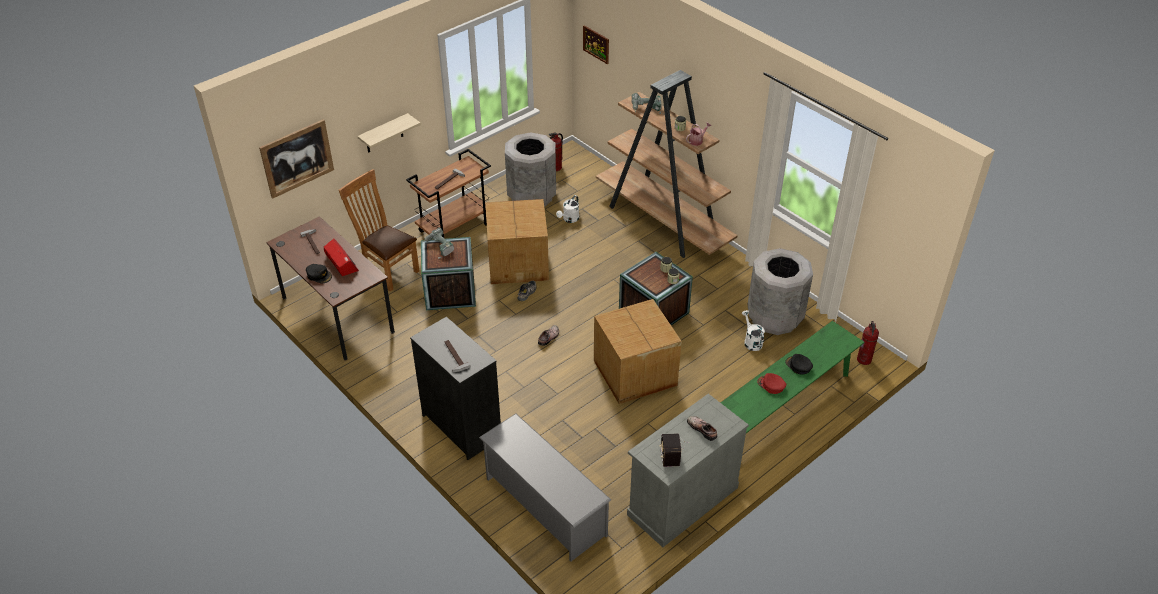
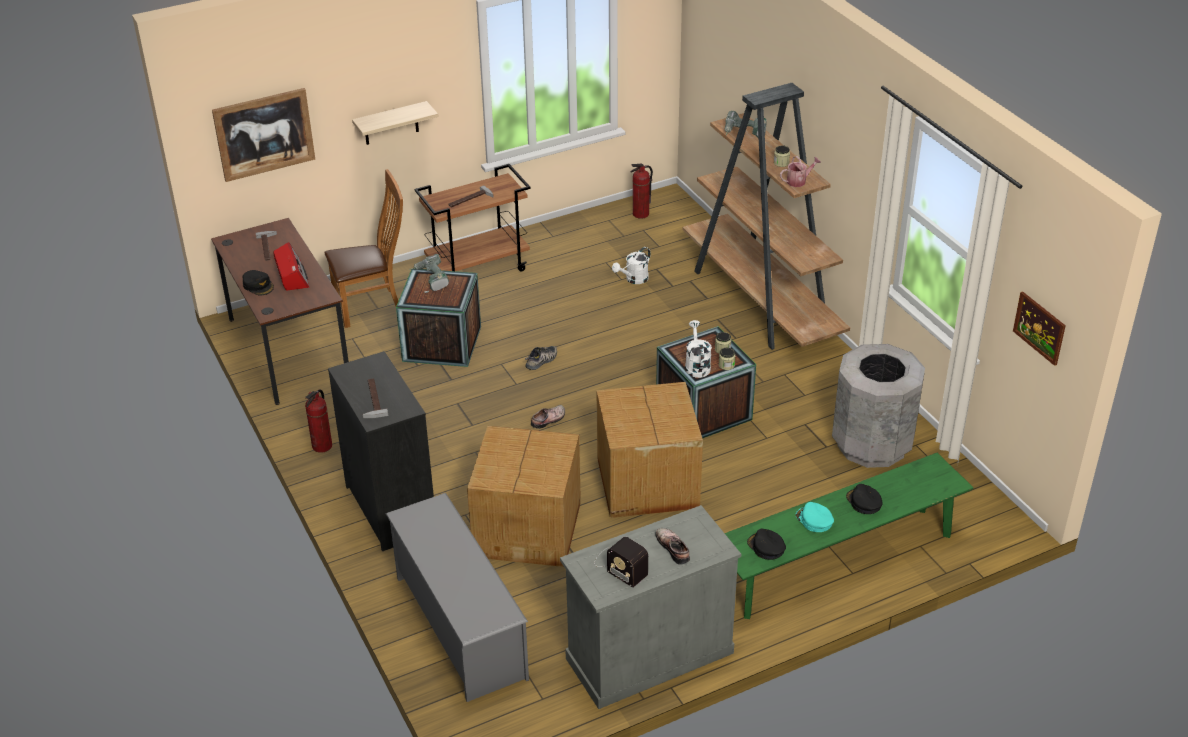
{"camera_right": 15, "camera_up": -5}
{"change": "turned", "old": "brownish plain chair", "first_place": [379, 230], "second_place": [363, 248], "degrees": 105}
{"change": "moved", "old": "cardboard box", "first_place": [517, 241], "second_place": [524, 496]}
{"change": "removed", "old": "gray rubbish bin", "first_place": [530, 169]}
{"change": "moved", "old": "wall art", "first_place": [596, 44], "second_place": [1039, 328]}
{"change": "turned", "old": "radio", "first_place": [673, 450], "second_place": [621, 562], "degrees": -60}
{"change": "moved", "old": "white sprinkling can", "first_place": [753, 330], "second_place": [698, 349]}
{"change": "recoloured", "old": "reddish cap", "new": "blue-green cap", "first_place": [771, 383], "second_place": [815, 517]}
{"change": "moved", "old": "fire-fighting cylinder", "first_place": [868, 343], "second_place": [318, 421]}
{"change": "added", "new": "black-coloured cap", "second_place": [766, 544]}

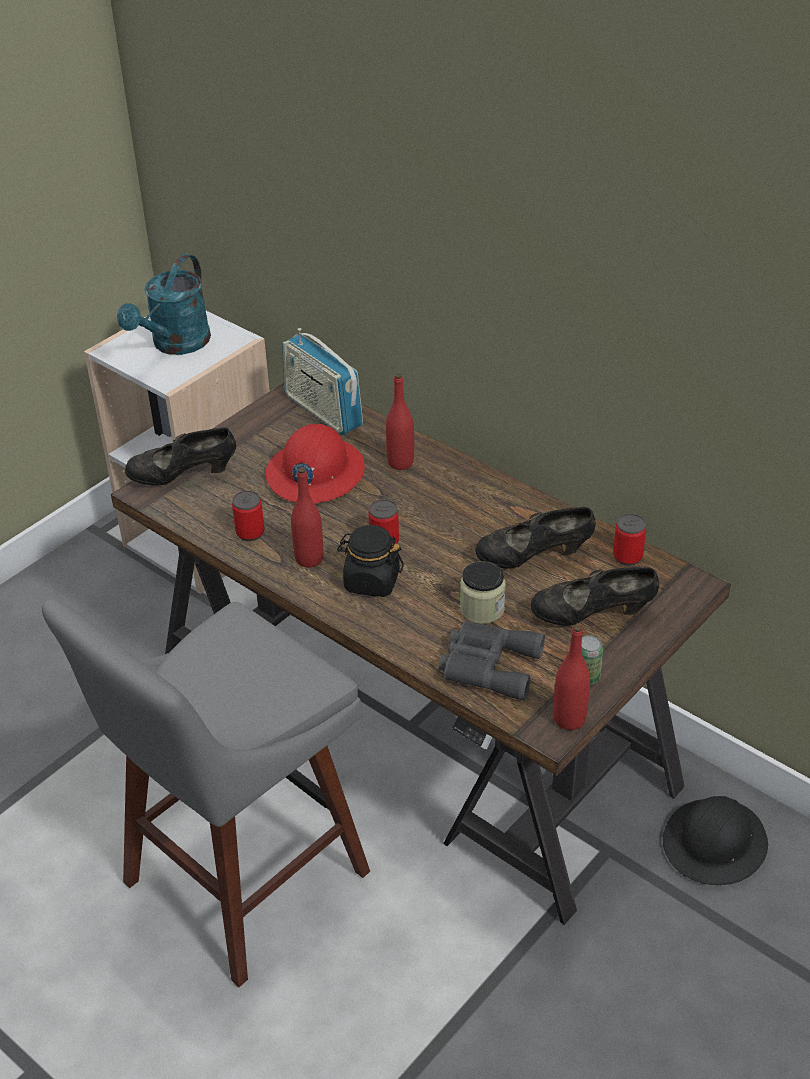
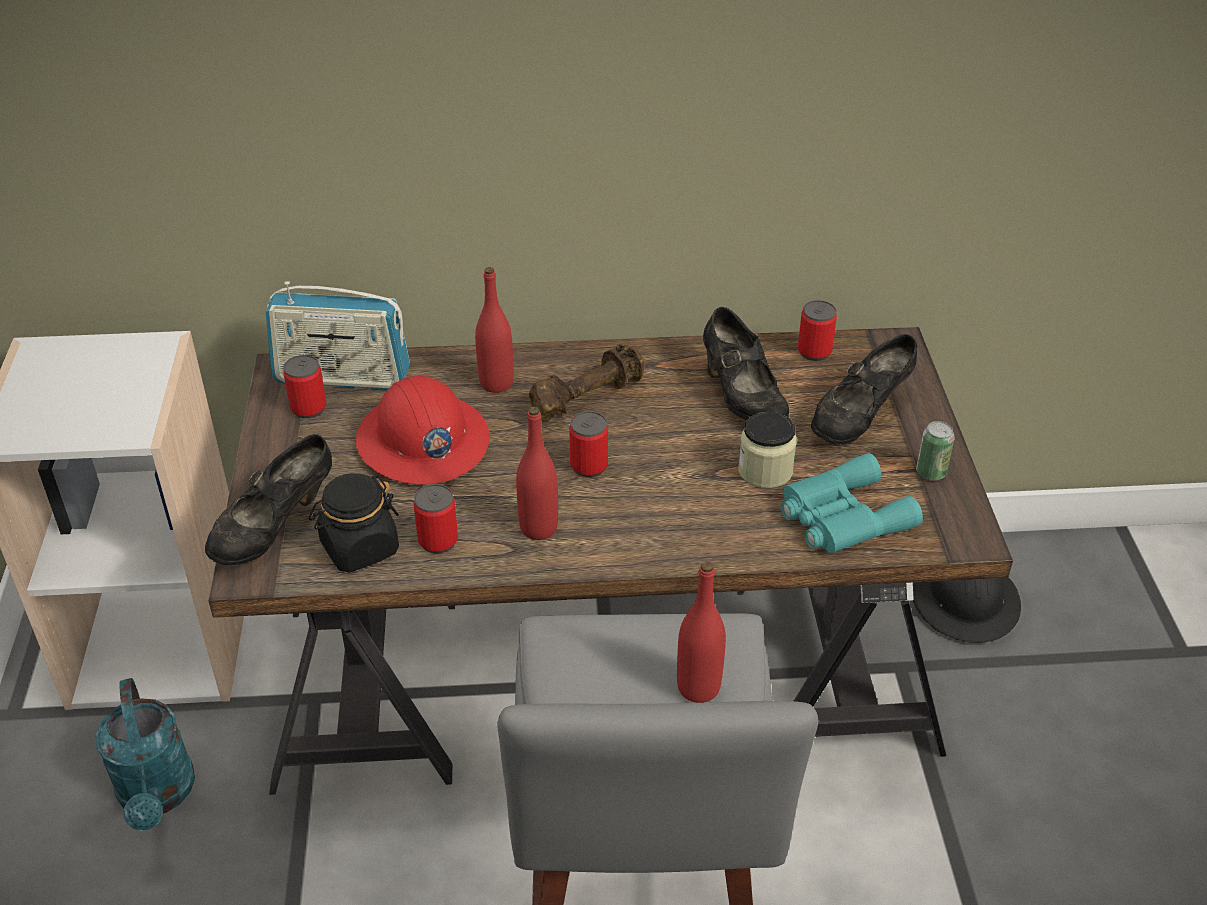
{"camera_right": -45, "camera_up": 0}
{"change": "moved", "old": "blue-green sprinkling can", "first_place": [164, 304], "second_place": [145, 754]}
{"change": "moved", "old": "black-coloured storage jar", "first_place": [370, 561], "second_place": [354, 522]}
{"change": "recoloured", "old": "gray field glasses", "new": "blue-green field glasses", "first_place": [492, 661], "second_place": [852, 503]}
{"change": "turned", "old": "black-coloured item of footwear", "first_place": [535, 537], "second_place": [746, 363], "degrees": -60}
{"change": "moved", "old": "reddish bottle", "first_place": [571, 677], "second_place": [701, 632]}
{"change": "added", "new": "can", "second_place": [304, 386]}
{"change": "added", "new": "brownish hand weight", "second_place": [586, 382]}

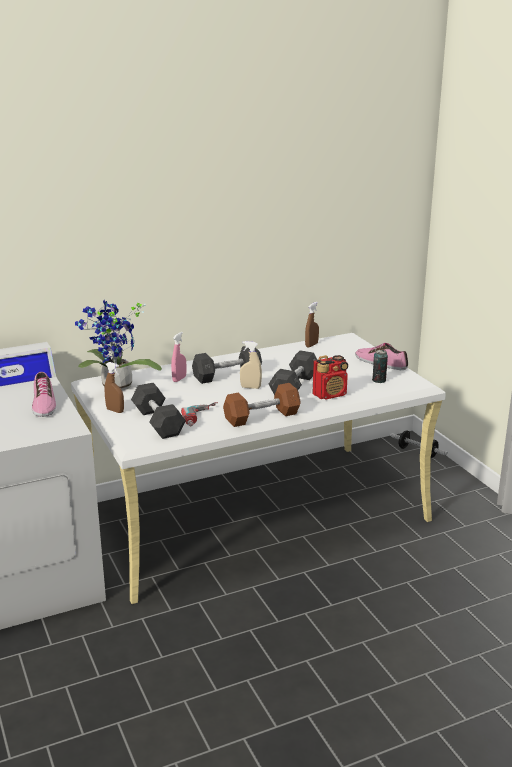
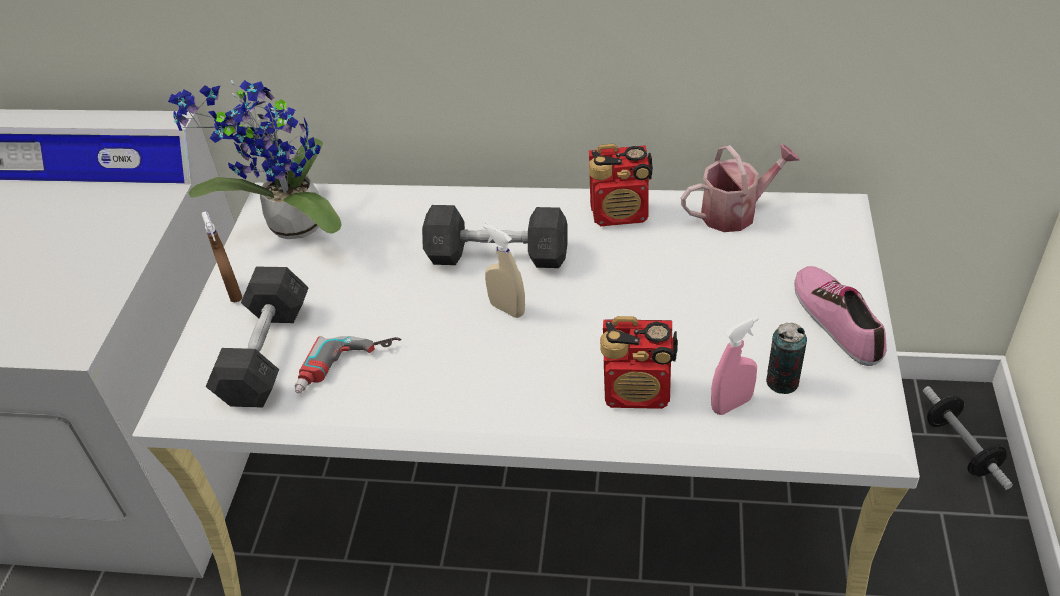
{"camera_right": 35, "camera_up": 20}
{"change": "removed", "old": "item of footwear", "first_place": [44, 394]}
{"change": "moved", "old": "pink spray bottle", "first_place": [178, 357], "second_place": [734, 365]}
{"change": "removed", "old": "brownish hand weight", "first_place": [262, 405]}
{"change": "removed", "old": "gray hand weight", "first_place": [293, 372]}
{"change": "replaced", "old": "brownish spray bottle", "new": "sprinkling can", "first_place": [312, 325], "second_place": [740, 188]}
{"change": "added", "new": "radio", "second_place": [621, 185]}

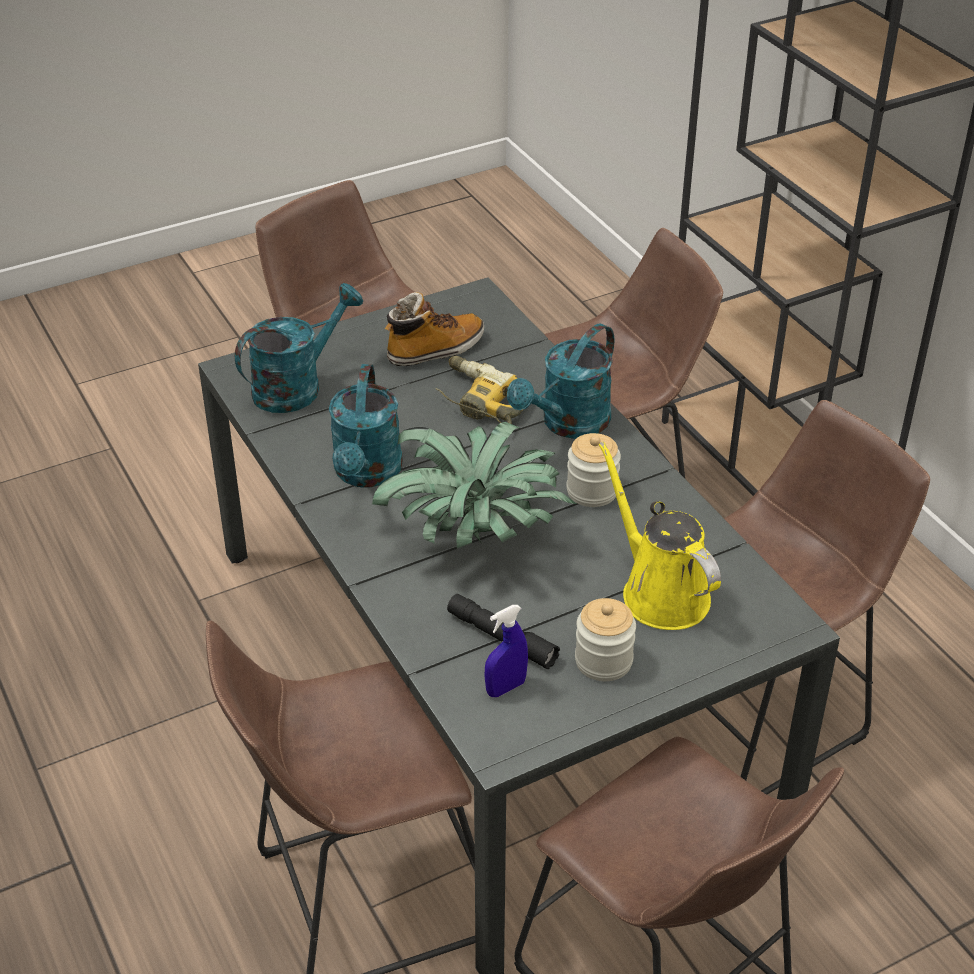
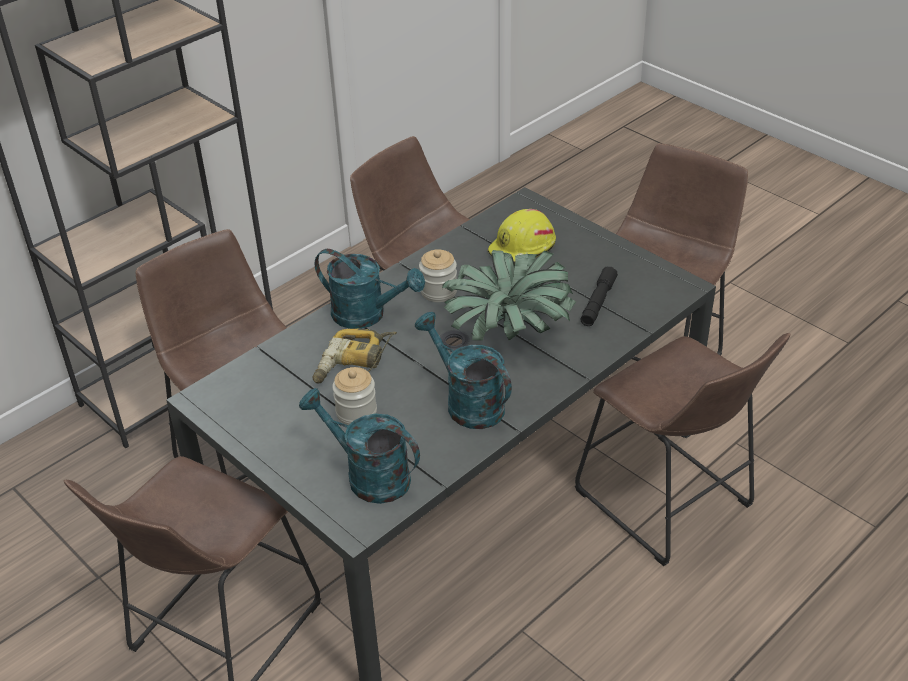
{"camera_right": -105, "camera_up": 0}
{"change": "turned", "old": "blue-green sprinkling can", "first_place": [366, 426], "second_place": [463, 370], "degrees": -120}
{"change": "removed", "old": "high-top boot", "first_place": [434, 329]}
{"change": "removed", "old": "blue-coloured spray bottle", "first_place": [506, 651]}
{"change": "moved", "old": "storage jar", "first_place": [605, 639], "second_place": [354, 396]}
{"change": "replaced", "old": "yellow-coloured sprinkling can", "new": "yellow-coloured hard hat", "first_place": [660, 536], "second_place": [521, 236]}

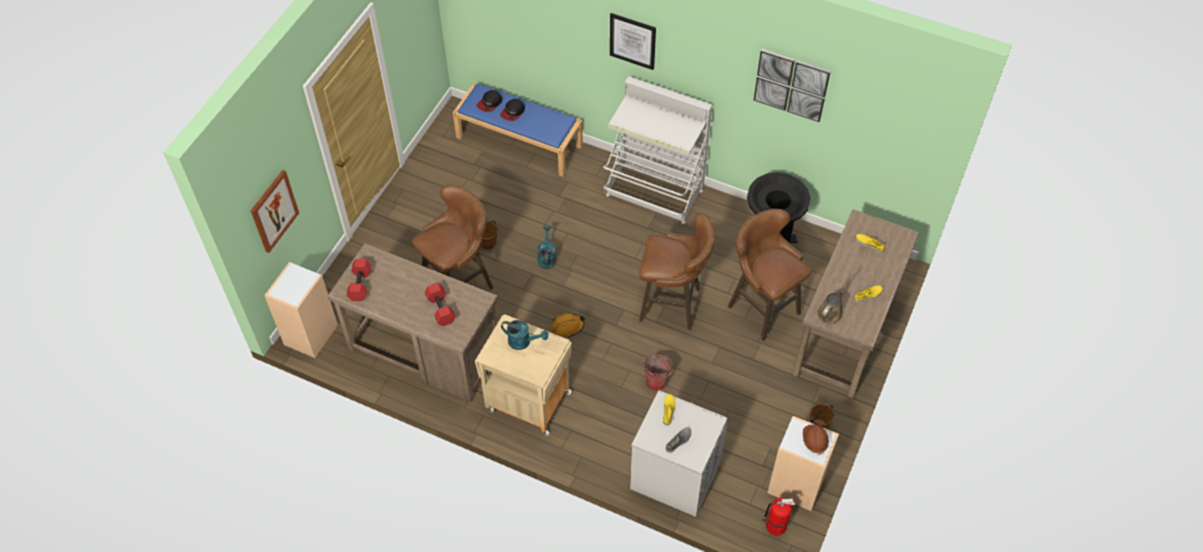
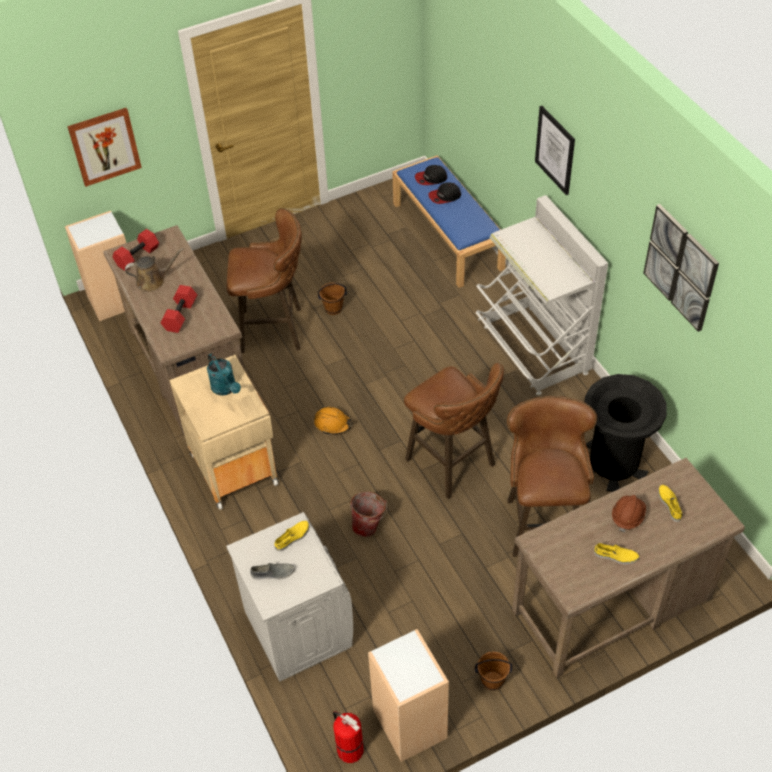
{"camera_right": 40, "camera_up": -5}
{"change": "removed", "old": "blue-green sprinkling can", "first_place": [546, 247]}
{"change": "moved", "old": "brownish hard hat", "first_place": [816, 439], "second_place": [629, 513]}
{"change": "moved", "old": "brownish sprinkling can", "first_place": [835, 298], "second_place": [154, 270]}

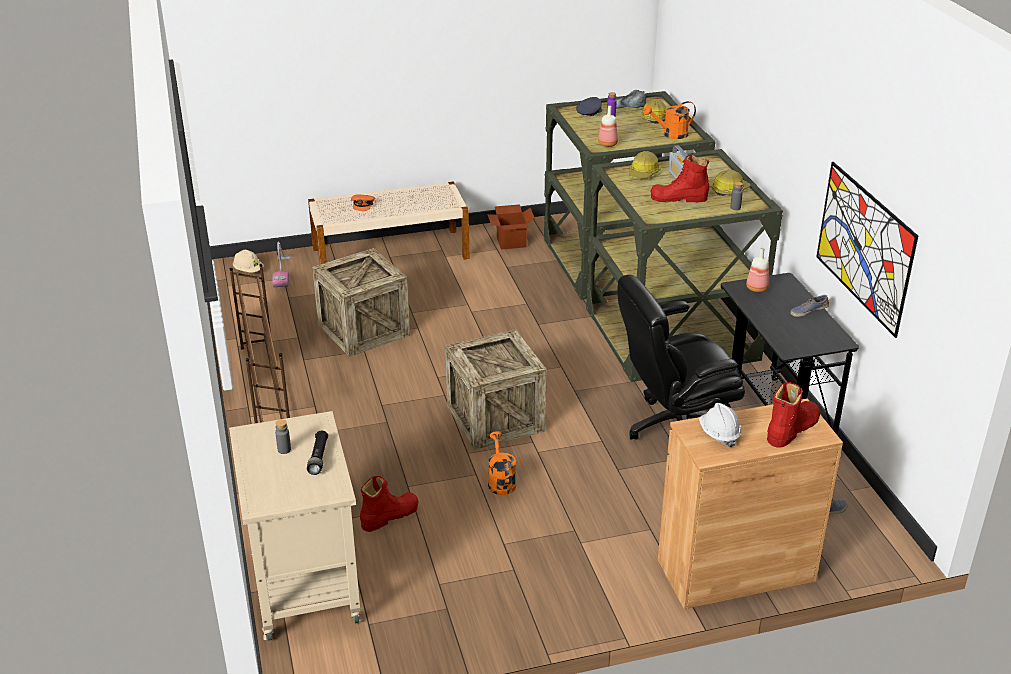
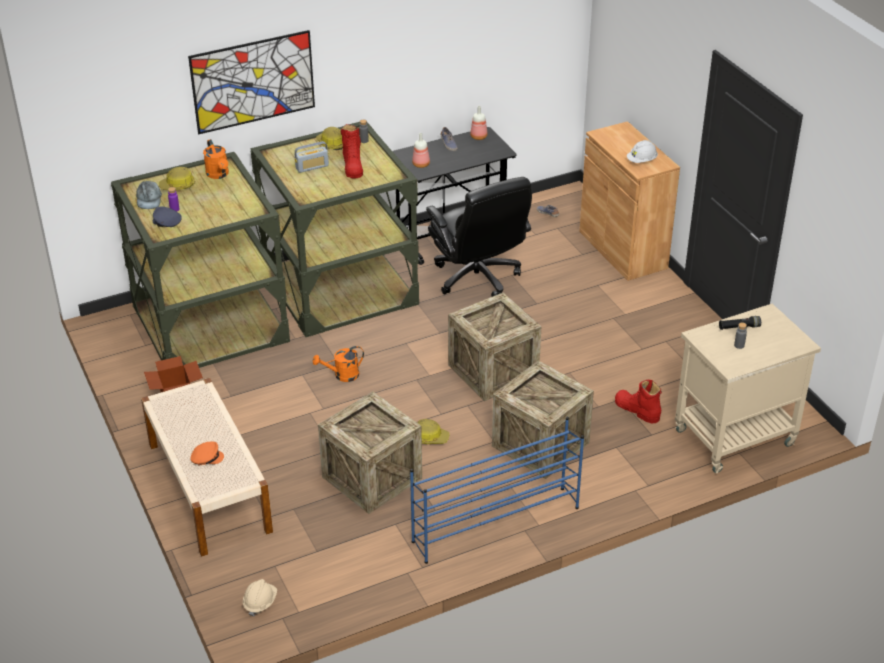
{"camera_right": -100, "camera_up": 5}
{"change": "recoloured", "old": "brownish shoe shelf", "new": "blue-coloured shoe shelf", "first_place": [260, 343], "second_place": [497, 490]}
{"change": "removed", "old": "vacuum cleaner", "first_place": [281, 264]}
{"change": "moved", "old": "orangey sprinkling can", "first_place": [502, 463], "second_place": [338, 364]}
{"change": "moved", "old": "bottle", "first_place": [608, 126], "second_place": [478, 123]}
{"change": "moved", "old": "hard hat", "first_place": [644, 165], "second_place": [433, 431]}
{"change": "removed", "old": "reddish high-top boot", "first_place": [793, 415]}
{"change": "moved", "old": "wall art", "first_place": [867, 250], "second_place": [251, 82]}
{"change": "added", "new": "shipping crate", "second_place": [543, 419]}

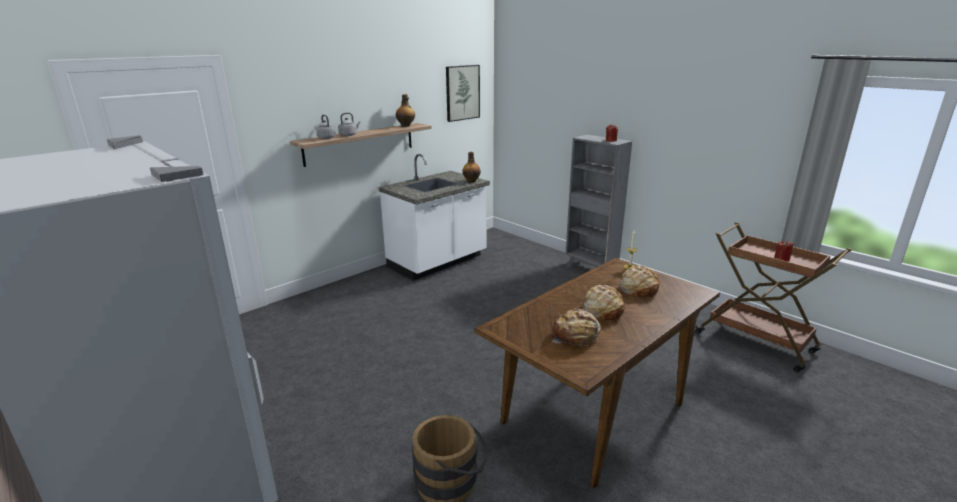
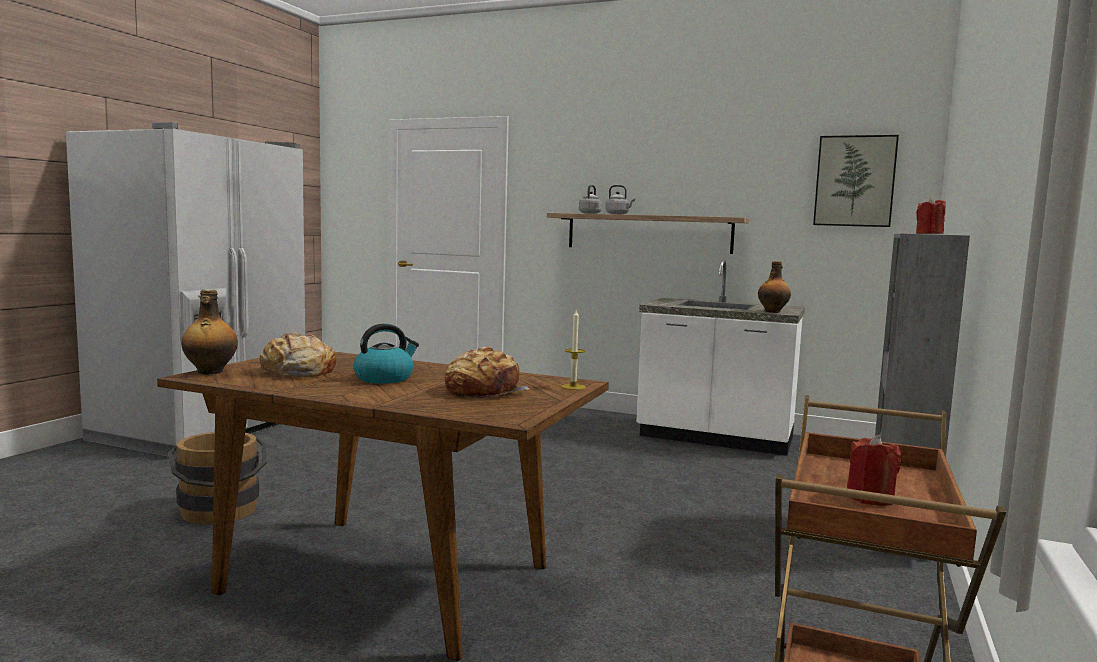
{"camera_right": 65, "camera_up": -15}
{"change": "moved", "old": "bottle", "first_place": [405, 110], "second_place": [209, 332]}
{"change": "replaced", "old": "bread", "new": "water kettle", "first_place": [604, 302], "second_place": [386, 354]}

